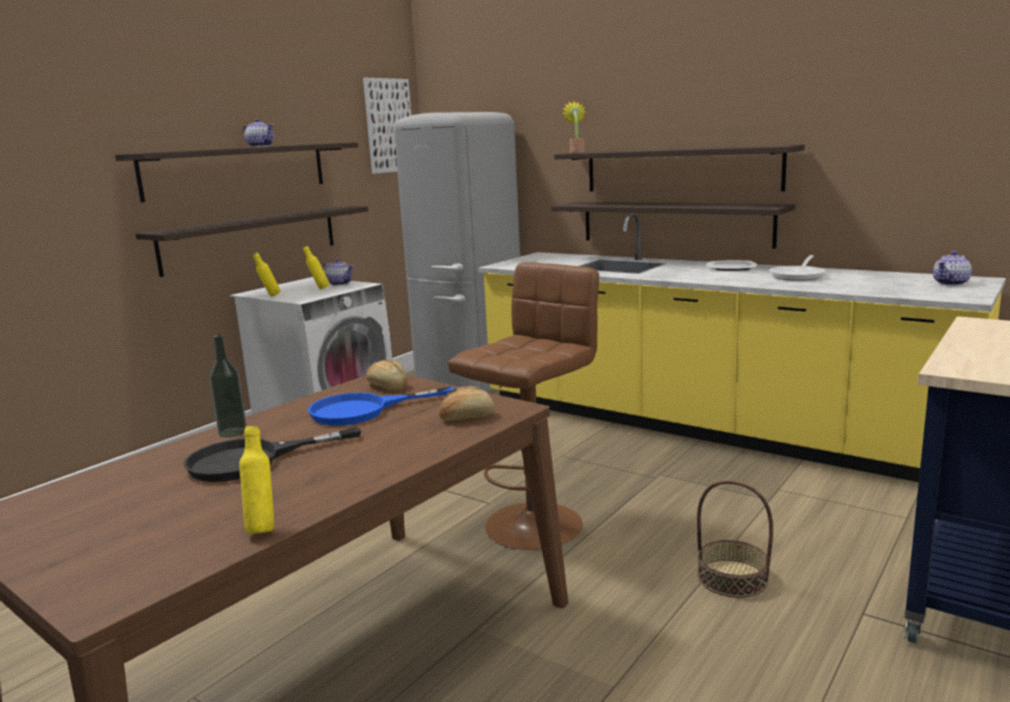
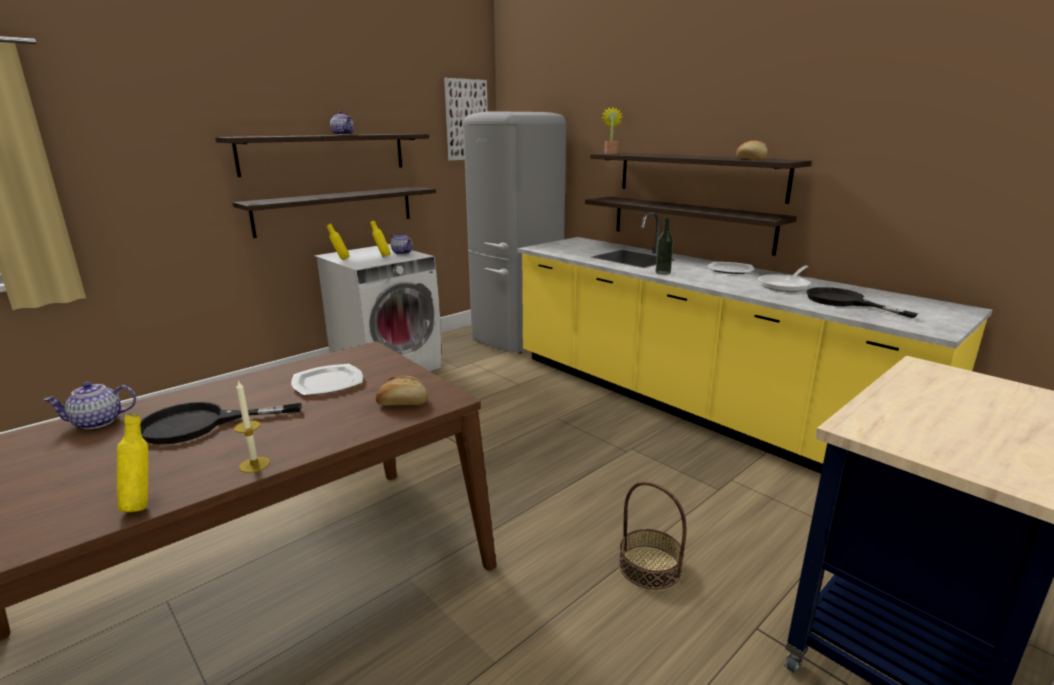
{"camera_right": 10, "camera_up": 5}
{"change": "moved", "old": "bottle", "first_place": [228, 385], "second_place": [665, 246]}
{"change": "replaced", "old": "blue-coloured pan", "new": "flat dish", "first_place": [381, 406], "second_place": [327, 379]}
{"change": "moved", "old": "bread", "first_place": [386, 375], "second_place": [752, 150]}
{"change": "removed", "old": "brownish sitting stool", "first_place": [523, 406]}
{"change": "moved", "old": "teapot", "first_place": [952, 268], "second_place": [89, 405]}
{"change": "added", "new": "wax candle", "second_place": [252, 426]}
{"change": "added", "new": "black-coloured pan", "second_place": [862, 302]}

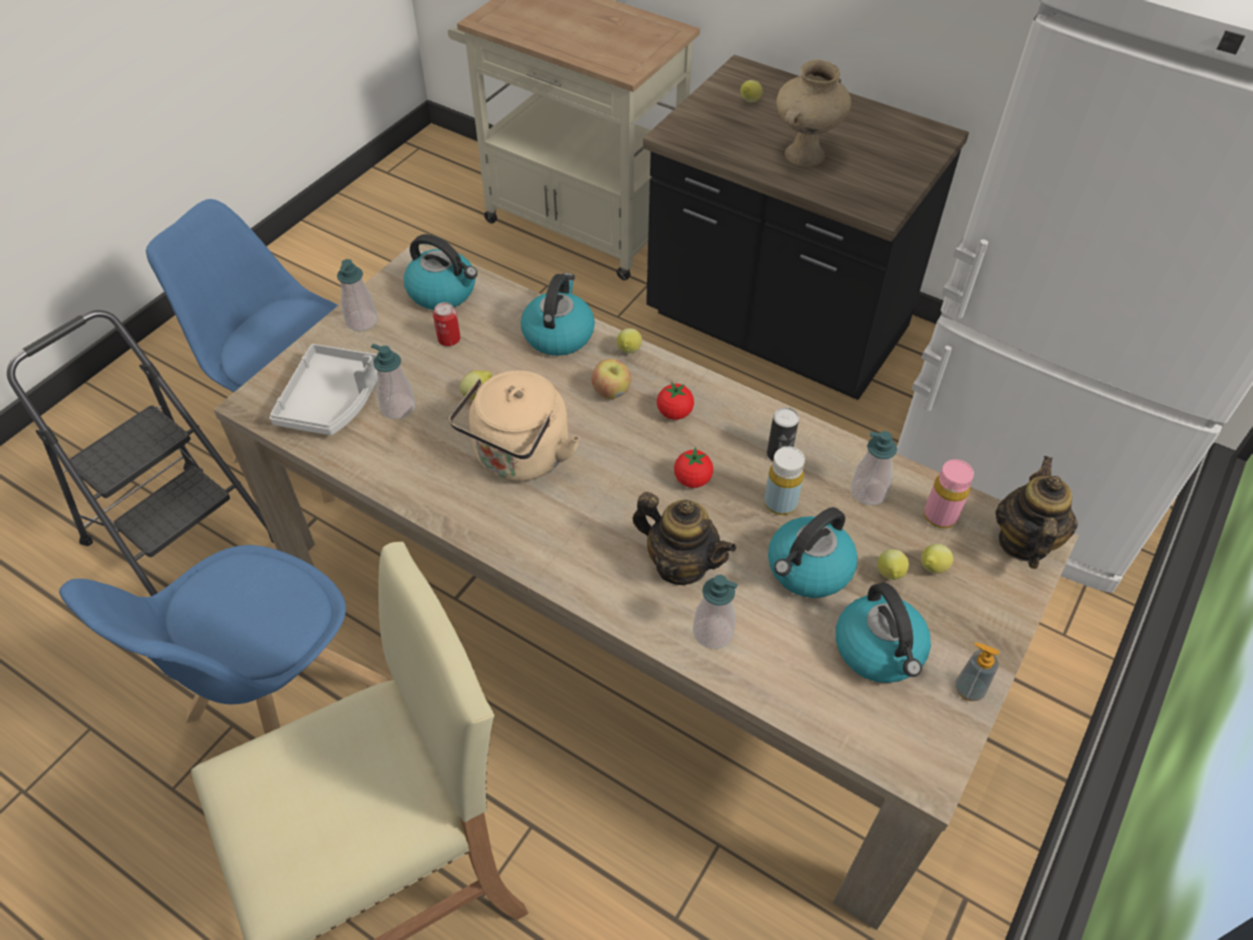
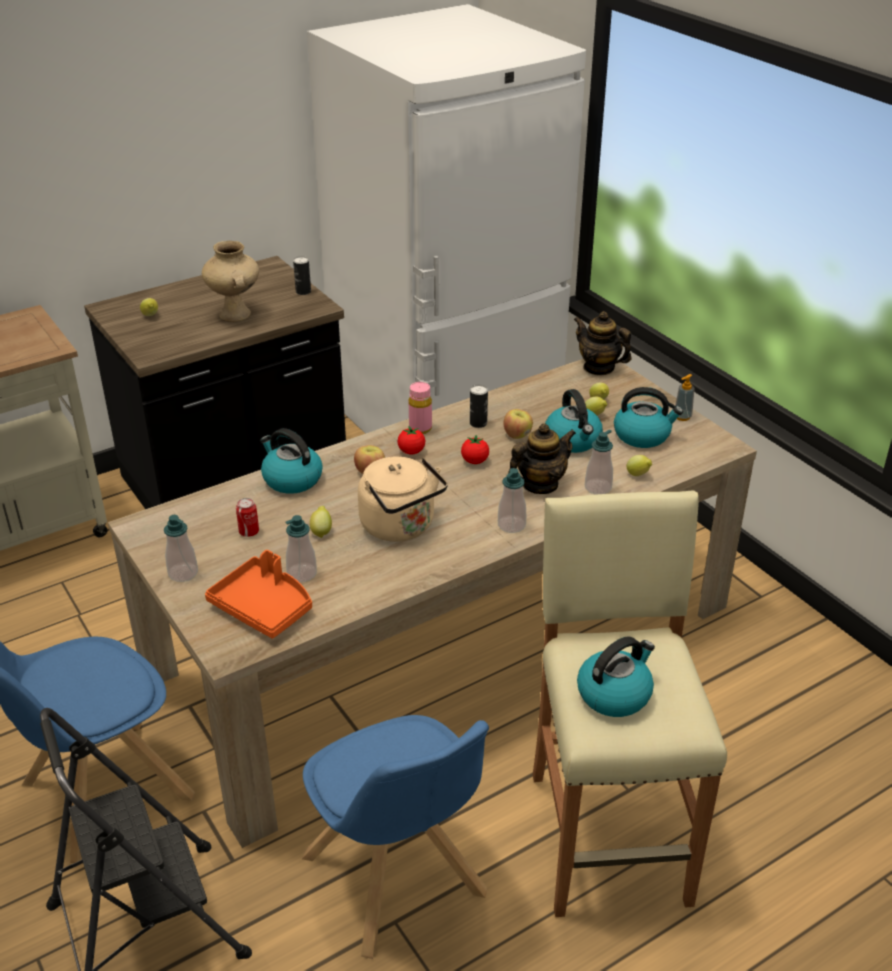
{"camera_right": -65, "camera_up": -15}
{"change": "recoloured", "old": "gray serving tray", "new": "orangey serving tray", "first_place": [323, 389], "second_place": [258, 594]}
{"change": "moved", "old": "water kettle", "first_place": [440, 272], "second_place": [616, 676]}
{"change": "moved", "old": "lemon", "first_place": [629, 341], "second_place": [639, 465]}
{"change": "replaced", "old": "yellow-coloured bottle", "new": "whole apple", "first_place": [784, 480], "second_place": [518, 424]}
{"change": "moved", "old": "soap dispenser", "first_place": [874, 468], "second_place": [512, 500]}
{"change": "moved", "old": "pink bottle", "first_place": [949, 493], "second_place": [420, 408]}
{"change": "added", "new": "can", "second_place": [302, 275]}

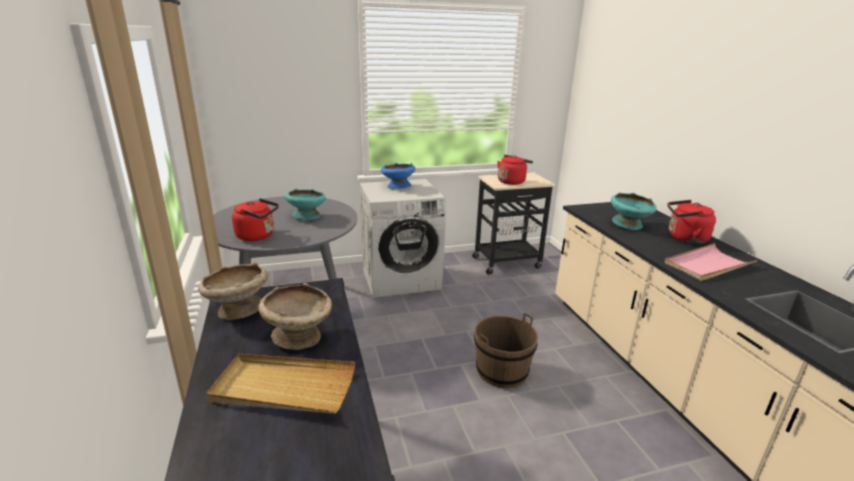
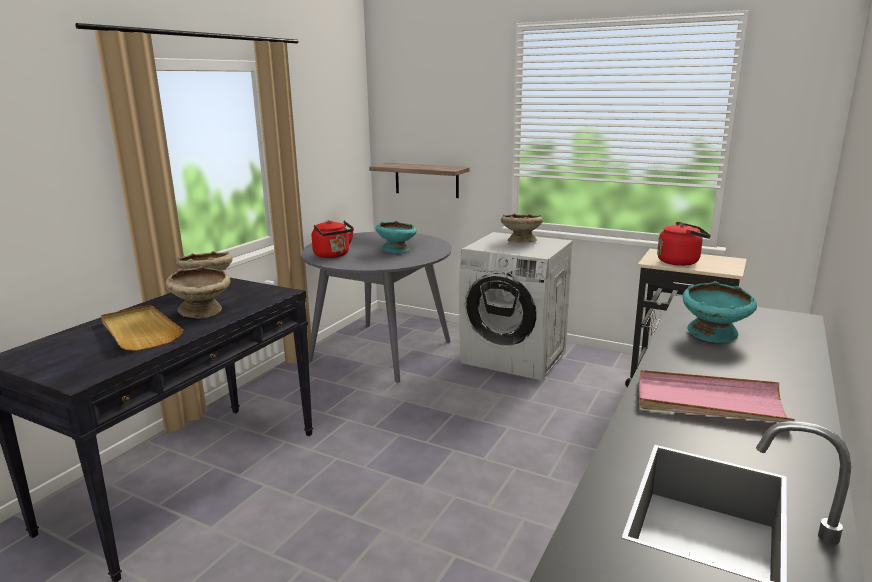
{"camera_right": 45, "camera_up": -5}
{"change": "recoloured", "old": "blue-coloured serving bowl", "new": "beige-coloured serving bowl", "first_place": [398, 176], "second_place": [522, 228]}
{"change": "removed", "old": "brownish water bucket", "first_place": [506, 350]}
{"change": "removed", "old": "reddish water kettle", "first_place": [691, 222]}
{"change": "added", "new": "wall shelf", "second_place": [419, 180]}

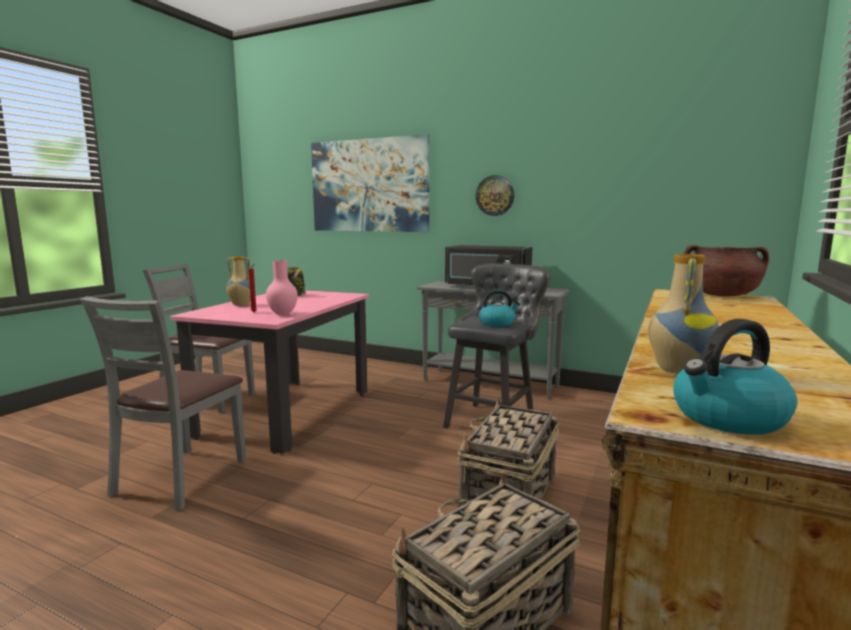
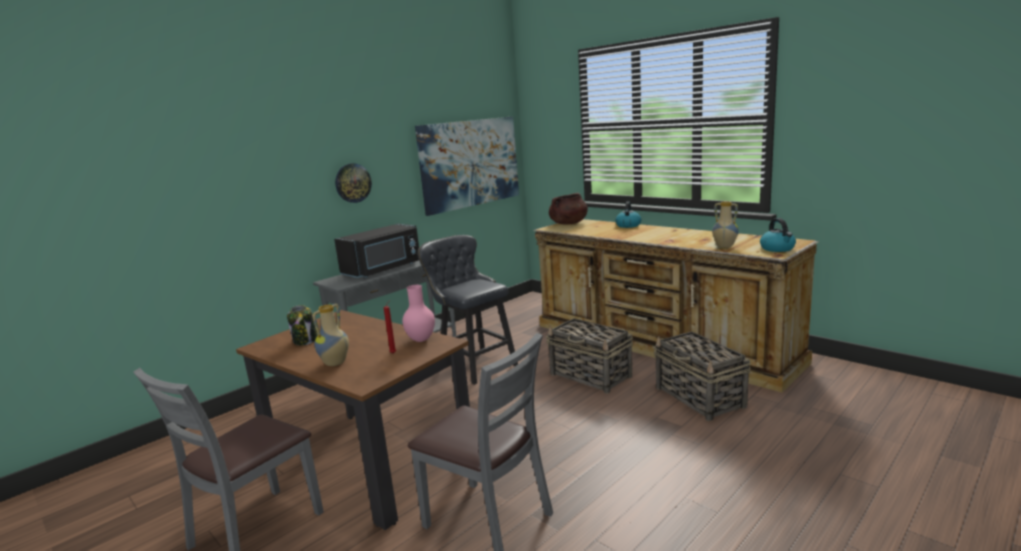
{"camera_right": -70, "camera_up": 5}
{"change": "recoloured", "old": "pink dining table", "new": "brownish dining table", "first_place": [269, 372], "second_place": [353, 420]}
{"change": "moved", "old": "wall art", "first_place": [370, 183], "second_place": [467, 166]}
{"change": "moved", "old": "water kettle", "first_place": [499, 308], "second_place": [628, 214]}

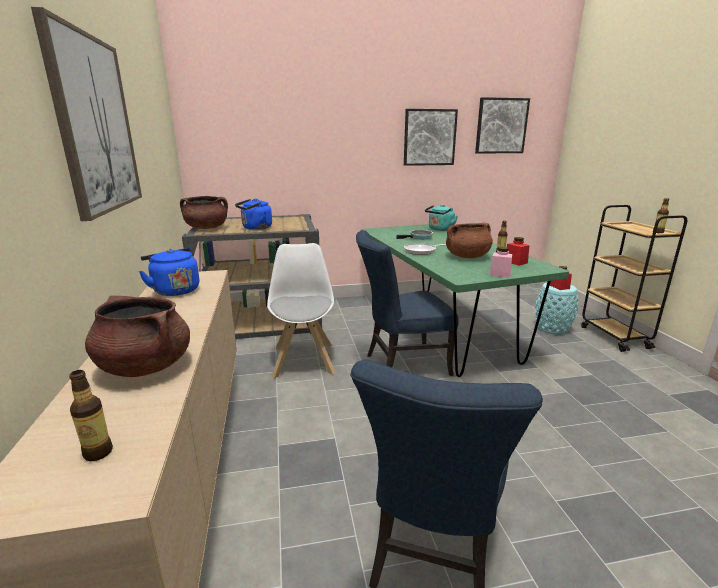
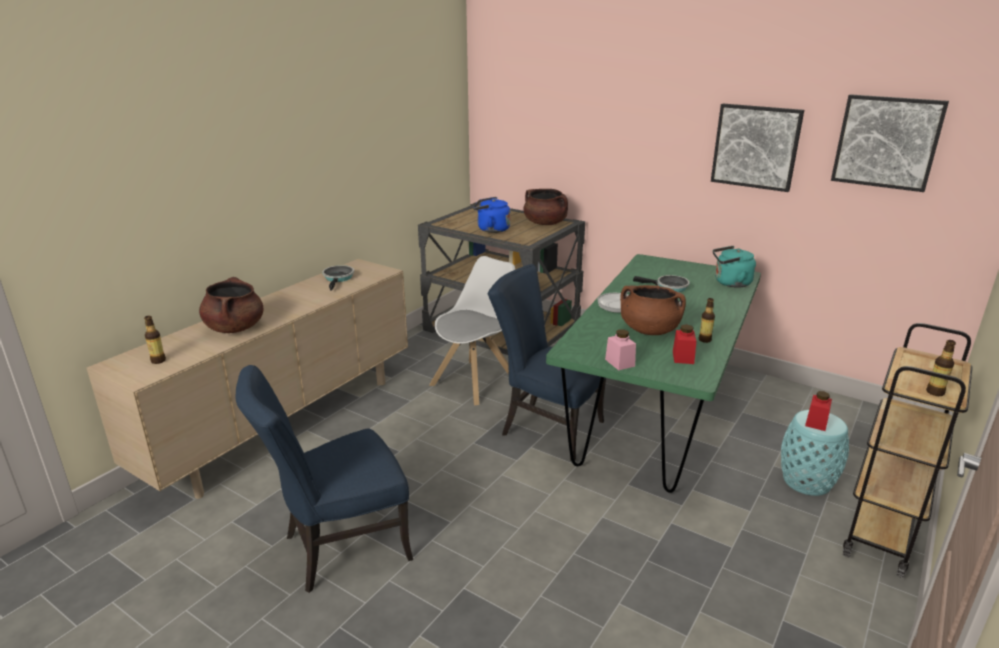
{"camera_right": 45, "camera_up": 5}
{"change": "removed", "old": "wall art", "first_place": [86, 114]}
{"change": "replaced", "old": "blue-coloured water kettle", "new": "pan", "first_place": [169, 272], "second_place": [338, 278]}
{"change": "moved", "old": "brownish stockpot", "first_place": [204, 212], "second_place": [545, 207]}

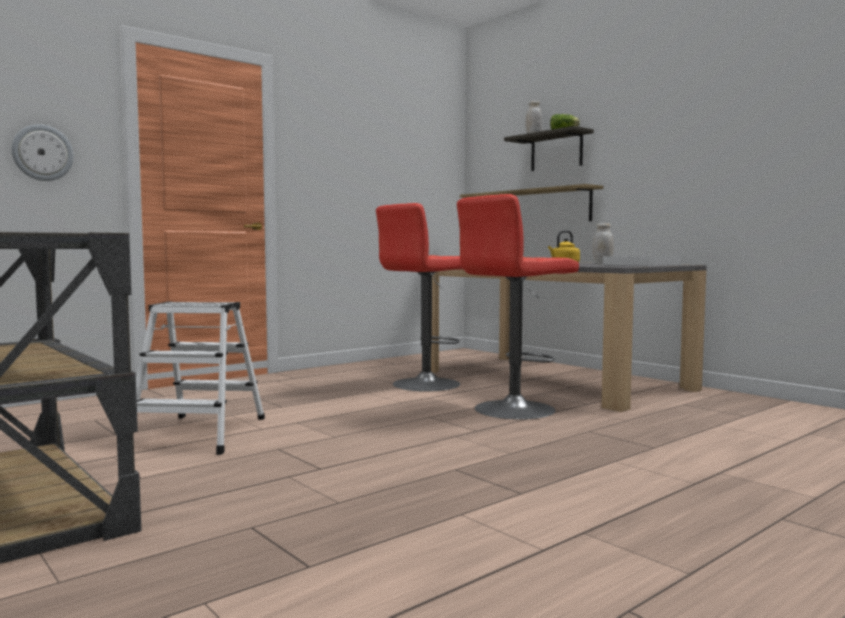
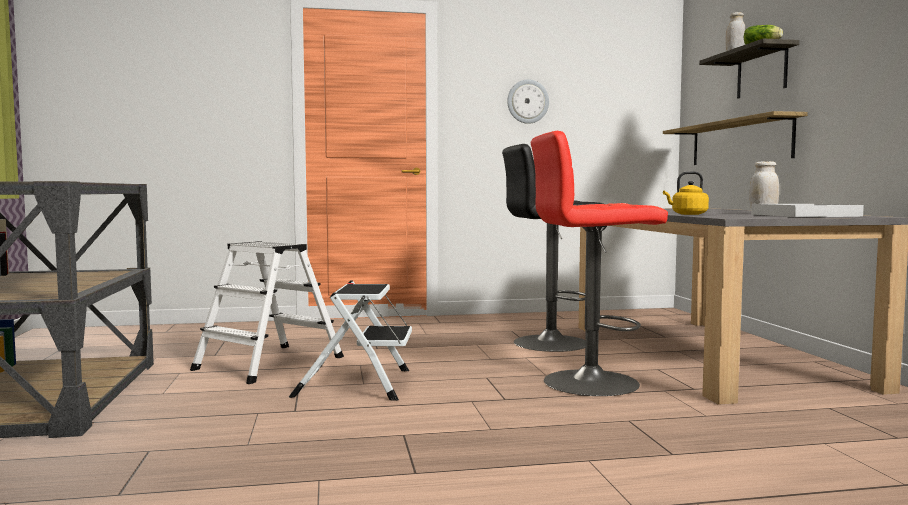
{"camera_right": 30, "camera_up": 0}
{"change": "moved", "old": "clock on the wall", "first_place": [42, 152], "second_place": [528, 101]}
{"change": "recoloured", "old": "reddish sitting stool", "new": "black-coloured sitting stool", "first_place": [420, 297], "second_place": [552, 248]}
{"change": "added", "new": "step stool", "second_place": [350, 340]}

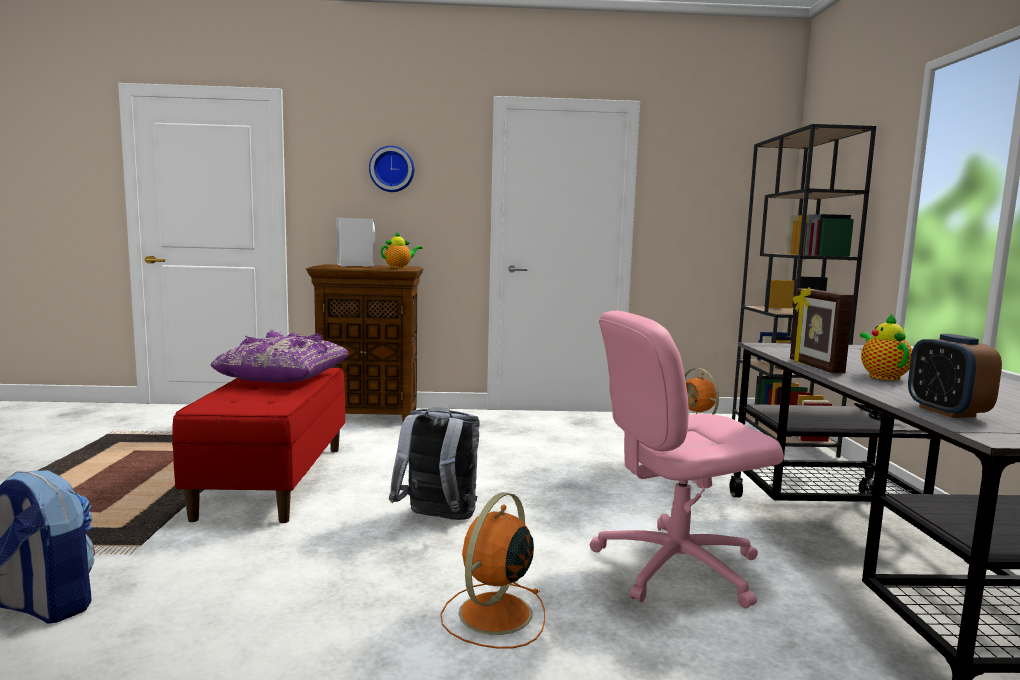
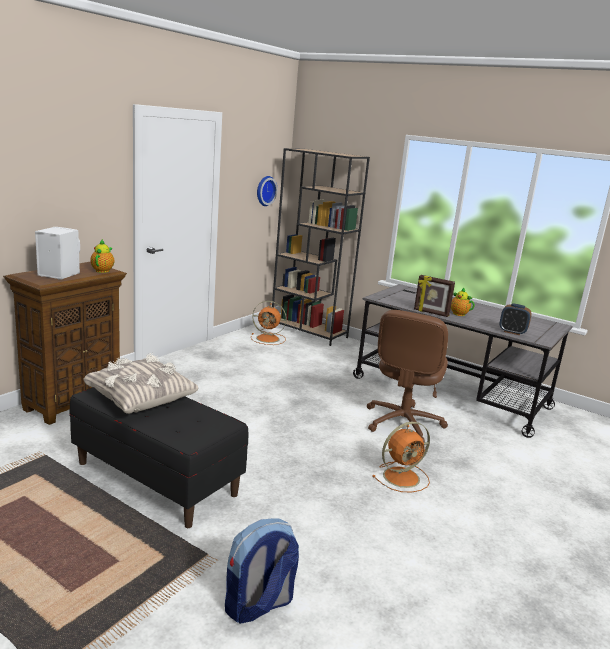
{"camera_right": -55, "camera_up": 10}
{"change": "recoloured", "old": "reddish long seat", "new": "black-coloured long seat", "first_place": [258, 445], "second_place": [158, 457]}
{"change": "recoloured", "old": "purplish cushion", "new": "beige-coloured cushion", "first_place": [280, 356], "second_place": [140, 383]}
{"change": "moved", "old": "clock on the wall", "first_place": [391, 169], "second_place": [267, 191]}
{"change": "removed", "old": "gray rucksack", "first_place": [434, 463]}
{"change": "turned", "old": "orangey fan", "first_place": [492, 570], "second_place": [401, 457], "degrees": -90}
{"change": "recoloured", "old": "pink desk chair", "new": "brownish desk chair", "first_place": [687, 459], "second_place": [407, 376]}

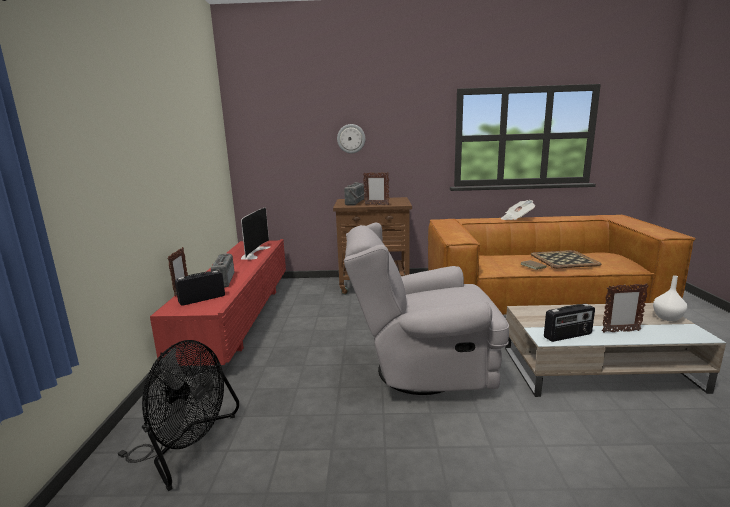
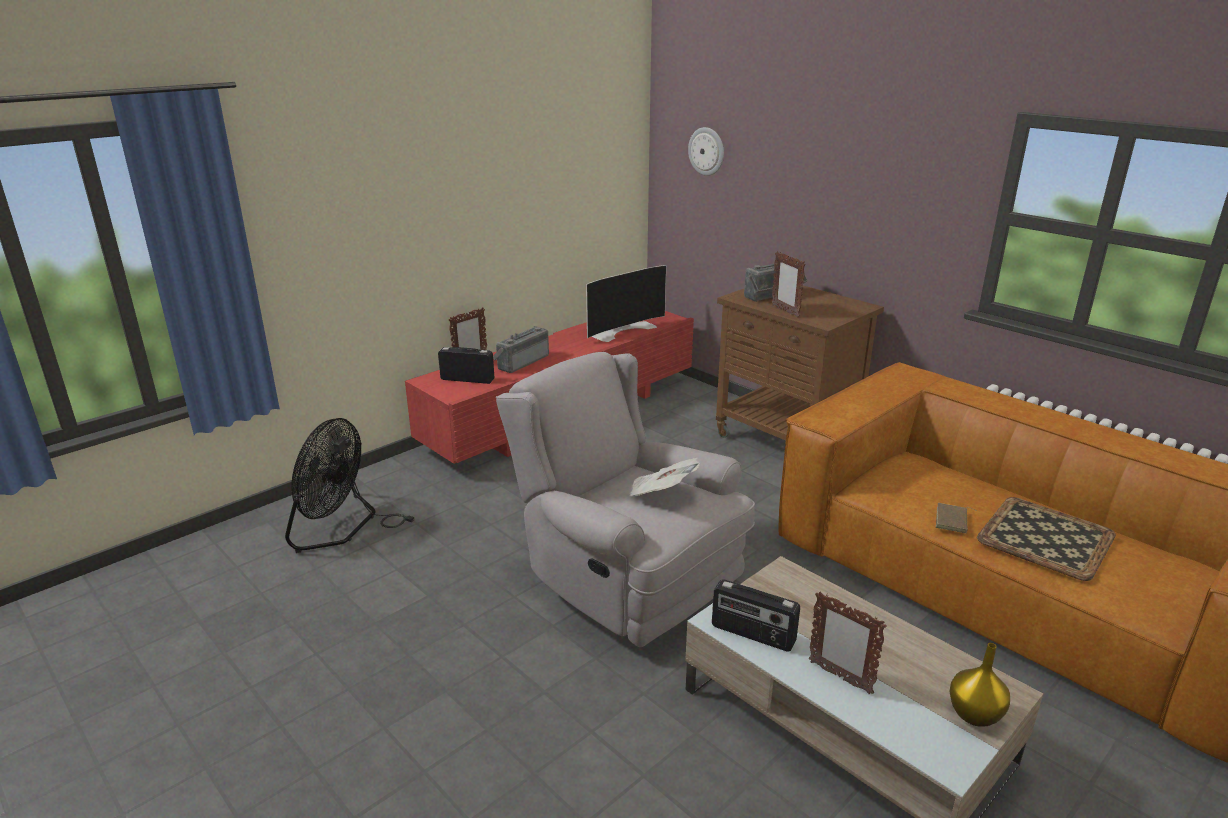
{"camera_right": 45, "camera_up": 10}
{"change": "turned", "old": "black-coloured fan", "first_place": [178, 415], "second_place": [350, 485], "degrees": 135}
{"change": "moved", "old": "clock on the wall", "first_place": [351, 138], "second_place": [706, 151]}
{"change": "moved", "old": "daily paper", "first_place": [518, 210], "second_place": [664, 477]}
{"change": "recoloured", "old": "white vase", "new": "yellow-coloured vase", "first_place": [670, 298], "second_place": [980, 685]}

